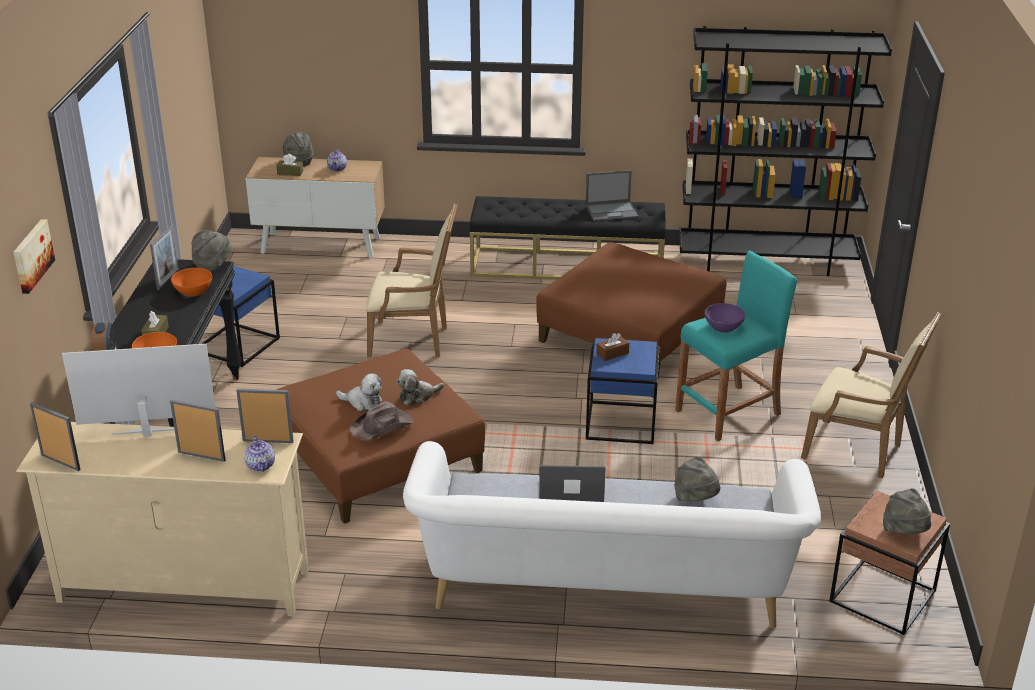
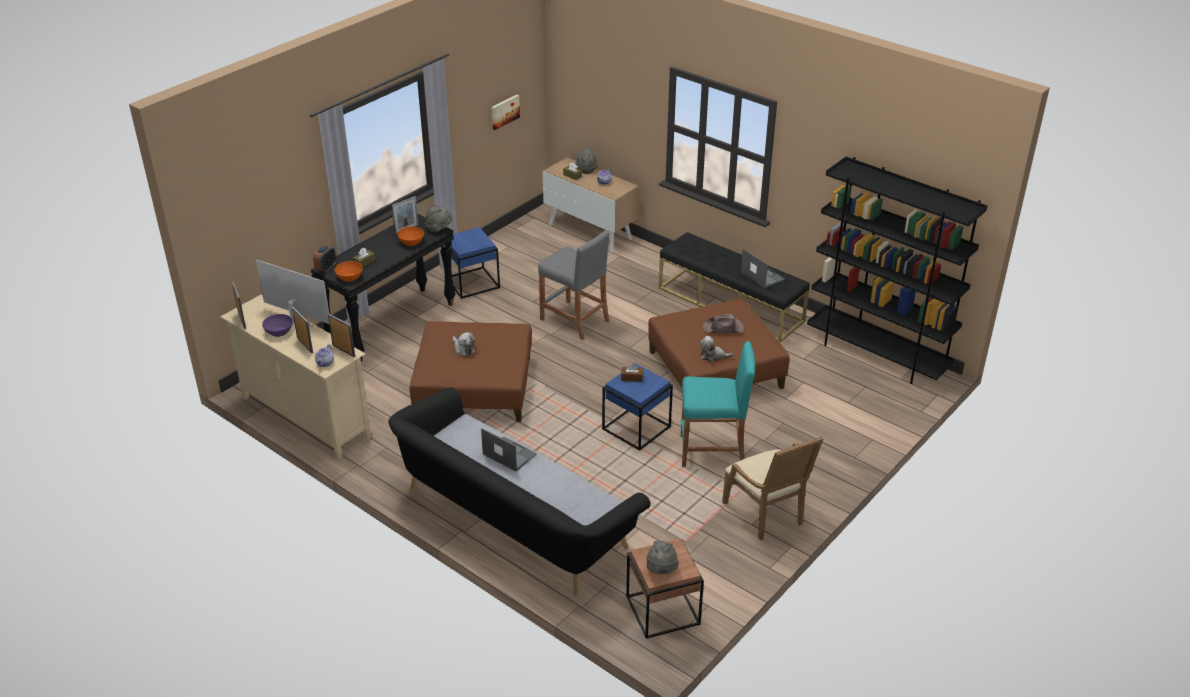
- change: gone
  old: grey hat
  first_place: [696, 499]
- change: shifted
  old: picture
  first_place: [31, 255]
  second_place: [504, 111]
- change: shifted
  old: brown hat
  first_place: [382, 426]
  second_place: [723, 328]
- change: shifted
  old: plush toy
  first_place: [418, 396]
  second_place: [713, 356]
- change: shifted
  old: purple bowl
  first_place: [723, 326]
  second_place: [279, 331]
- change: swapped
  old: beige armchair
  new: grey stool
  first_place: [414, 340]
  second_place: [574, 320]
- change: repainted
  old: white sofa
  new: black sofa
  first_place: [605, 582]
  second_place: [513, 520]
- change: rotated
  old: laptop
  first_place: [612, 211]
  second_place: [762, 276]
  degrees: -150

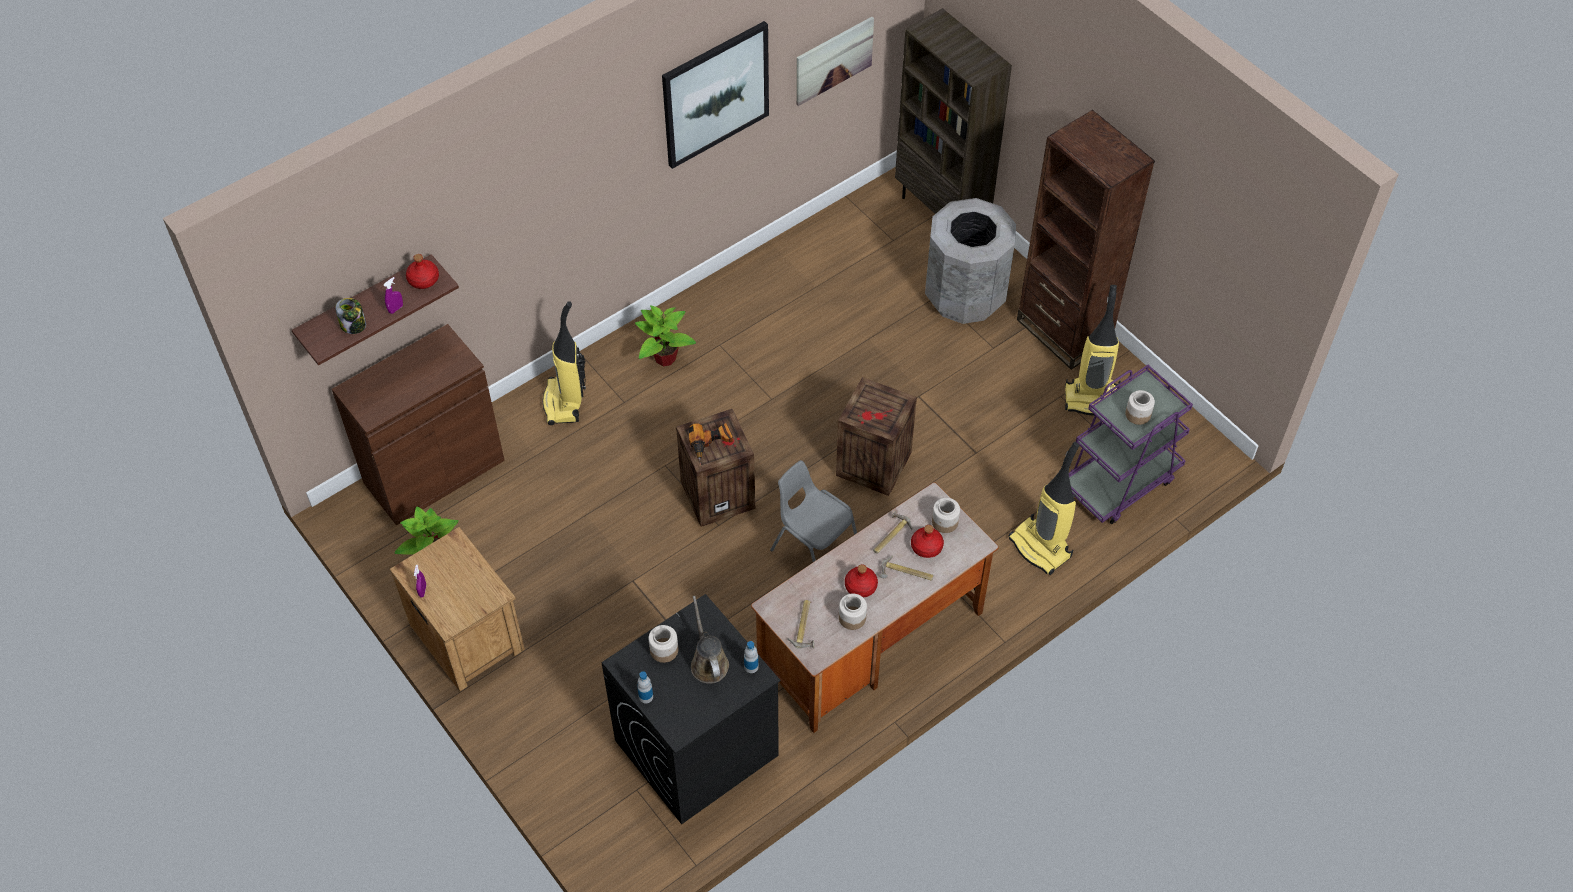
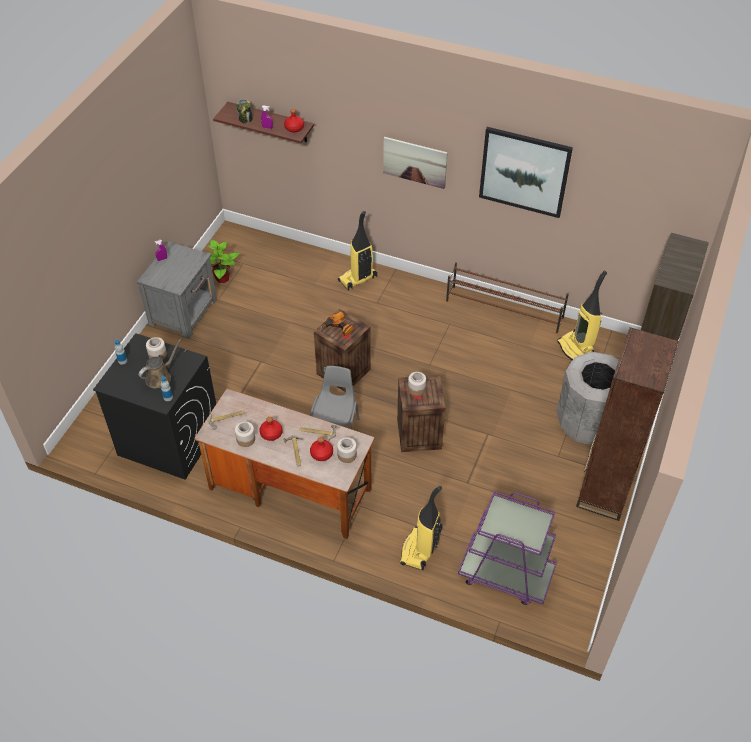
- change: gone
  old: brown cabinet
  first_place: [434, 472]
- change: gone
  old: potted plant
  first_place: [664, 358]
- change: new
  new: brown shoe rack
  second_place: [504, 309]
- change: shifted
  old: picture
  first_place: [833, 60]
  second_place: [415, 162]
- change: shifted
  old: vacuum cleaner
  first_place: [1093, 398]
  second_place: [577, 350]
- change: shifted
  old: jar
  first_place: [1137, 414]
  second_place: [416, 388]
- change: repainted
  old: brown nightstand
  new: grey nightstand
  first_place: [467, 635]
  second_place: [184, 312]

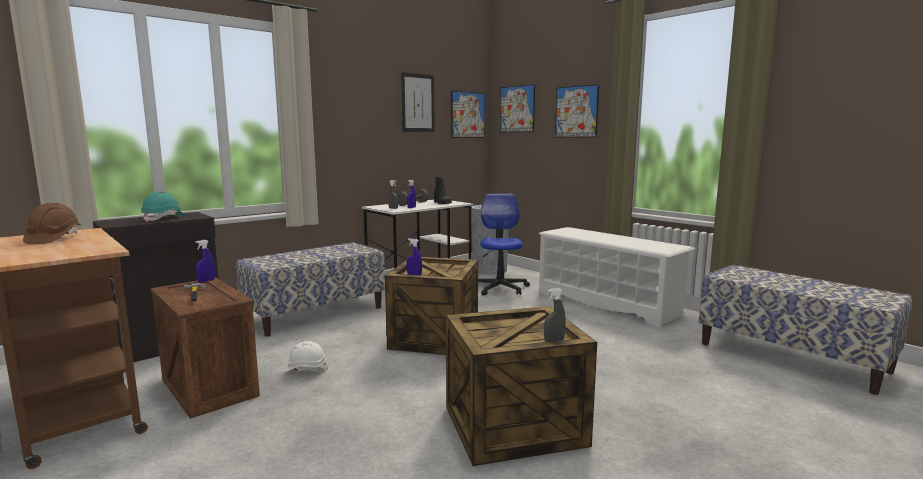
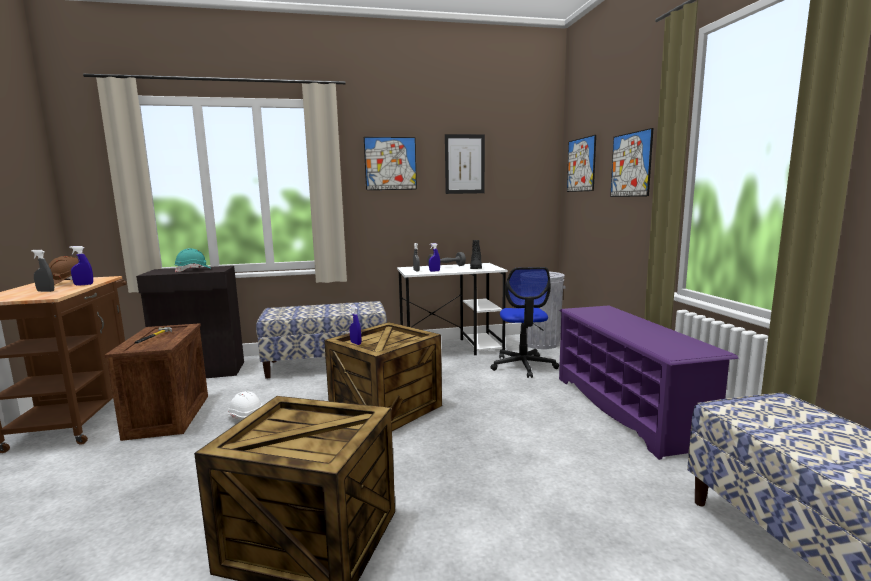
- change: shifted
  old: blue spray bottle
  first_place: [206, 281]
  second_place: [83, 285]
- change: shifted
  old: picture
  first_place: [468, 115]
  second_place: [390, 163]
- change: shifted
  old: grey spray bottle
  first_place: [554, 341]
  second_place: [45, 291]
- change: repainted
  old: white shoe rack
  new: purple shoe rack
  first_place: [607, 303]
  second_place: [627, 409]
- change: rotated
  old: office chair
  first_place: [500, 288]
  second_place: [523, 366]
  degrees: 150

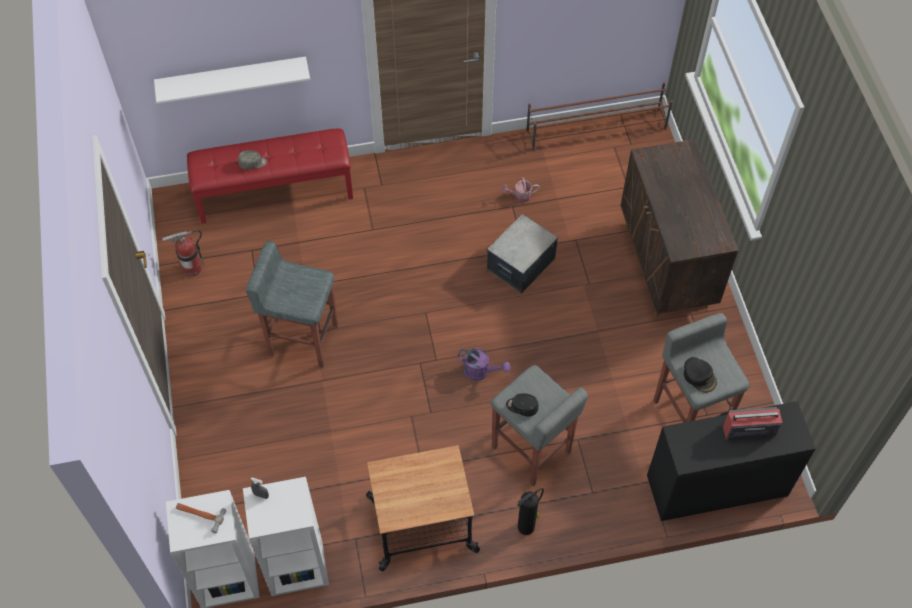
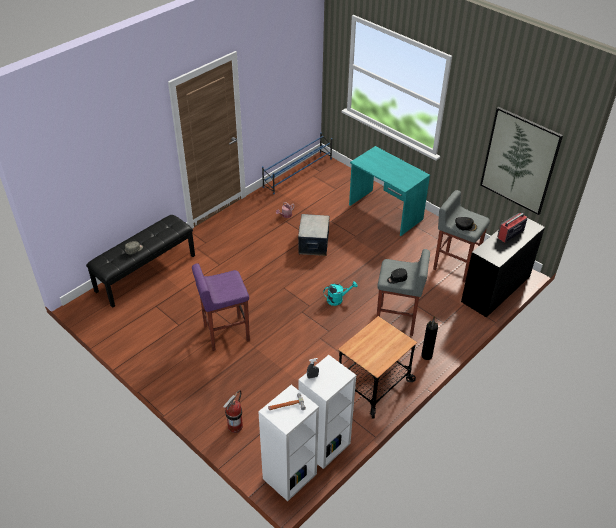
- change: gone
  old: white shelf
  first_place: [232, 78]
- change: new
  new: picture
  second_place: [519, 161]
- change: shifted
  old: fire extinguisher
  first_place: [192, 268]
  second_place: [235, 426]
- change: swapped
  old: brown cabinet
  new: turquoise desk
  first_place: [666, 267]
  second_place: [385, 212]
- change: repainted
  old: red bench
  new: black bench
  first_place: [275, 192]
  second_place: [145, 273]
- change: repainted
  old: grey stool
  new: purple stool
  first_place: [303, 339]
  second_place: [225, 333]
- change: repainted
  old: purple watering can
  new: turquoise watering can
  first_place: [481, 371]
  second_place: [338, 299]
- change: repainted
  old: brown shoe rack
  new: blue shoe rack
  first_place: [597, 130]
  second_place: [298, 172]

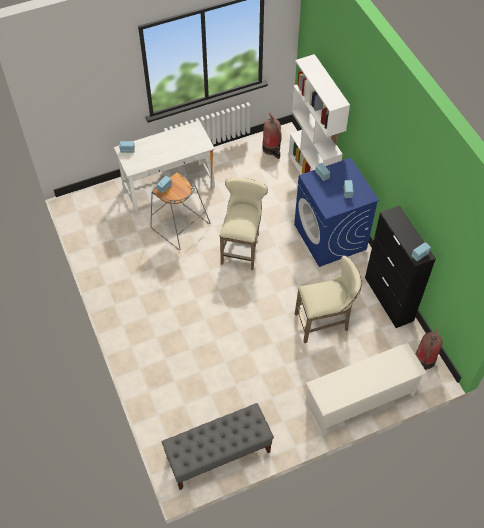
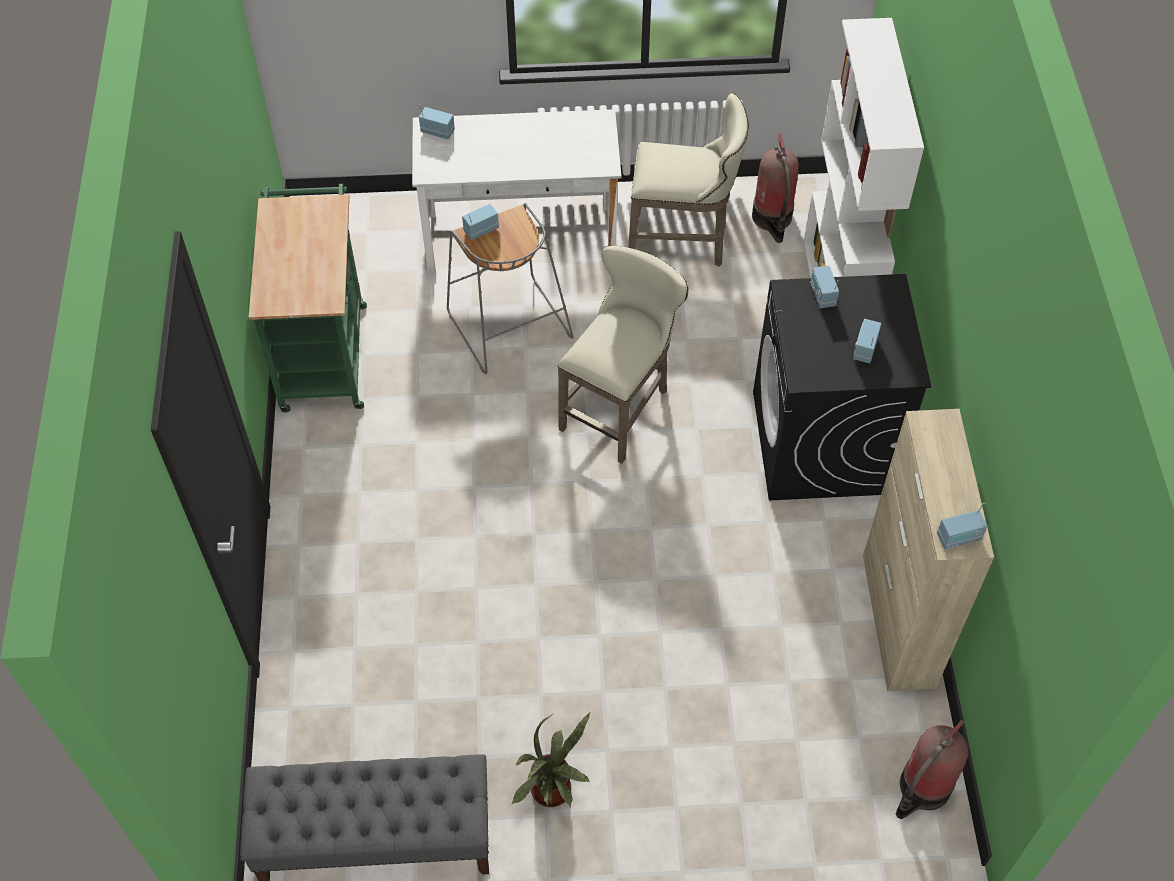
- change: gone
  old: white shoe rack
  first_place: [360, 399]
- change: new
  new: green cart
  second_place: [323, 350]
- change: new
  new: potted plant
  second_place: [554, 792]
- change: shifted
  old: beige stool
  first_place: [324, 323]
  second_place: [683, 243]
- change: repainted
  old: blue washing machine
  new: black washing machine
  first_place: [330, 237]
  second_place: [822, 443]
- change: repainted
  old: black cabinet
  new: beige cabinet
  first_place: [389, 299]
  second_place: [898, 621]

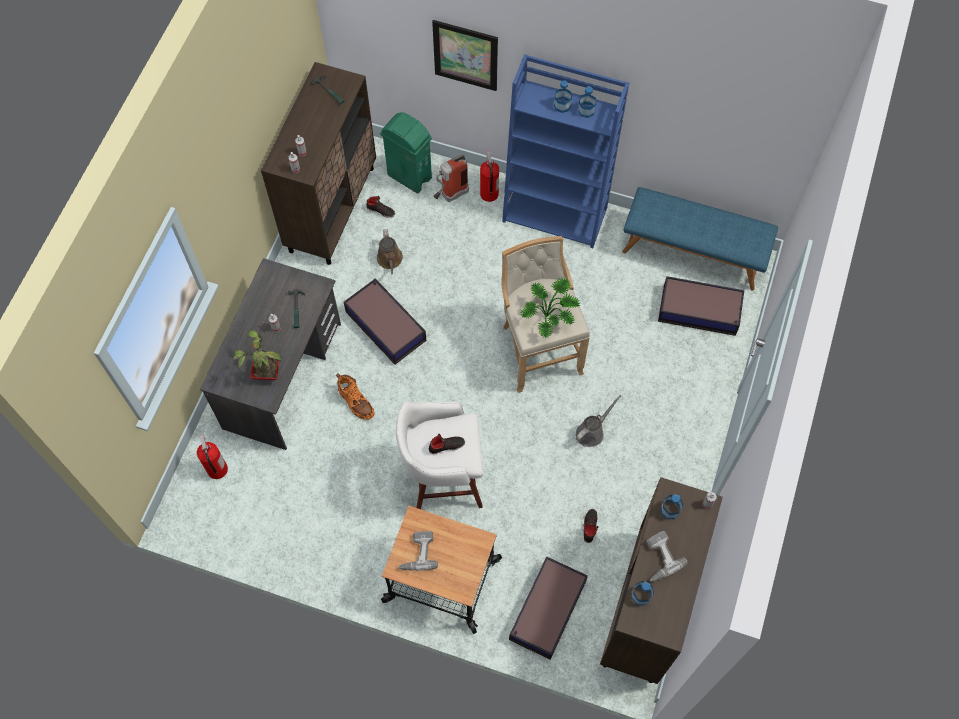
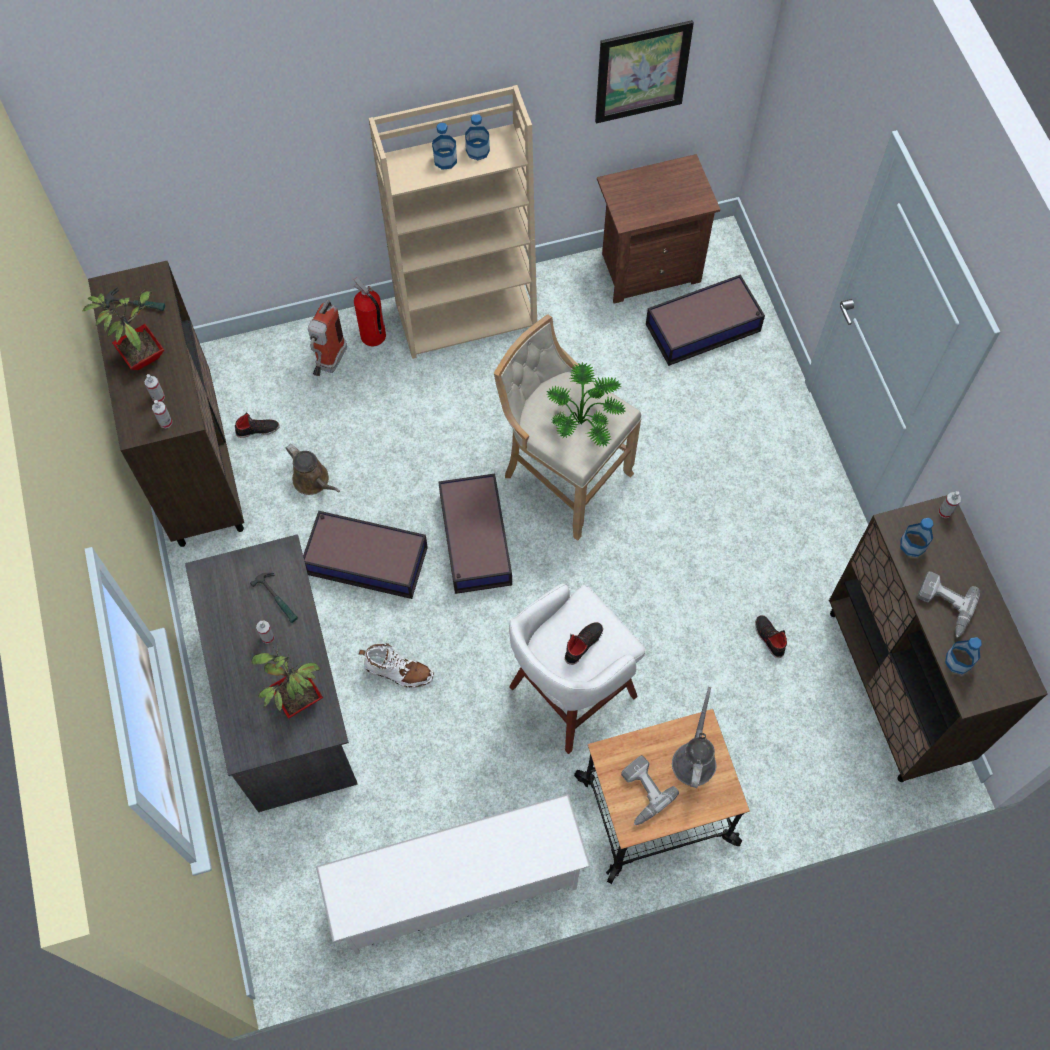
- change: gone
  old: fire extinguisher
  first_place: [217, 470]
- change: gone
  old: green trash can
  first_place: [409, 176]
- change: new
  new: potted plant
  second_place: [142, 355]
- change: new
  new: white shoe rack
  second_place: [458, 890]
- change: shifted
  old: picture
  first_place: [465, 55]
  second_place: [642, 72]
- change: shifted
  old: storage box
  first_place: [546, 611]
  second_place: [475, 541]
- change: shifted
  old: grey watering can
  first_place: [592, 432]
  second_place: [694, 759]
- change: swapped
  old: blue bench
  new: brown nightstand
  first_place: [693, 252]
  second_place: [648, 267]
- change: repainted
  old: orange boot
  new: white boot
  first_place: [355, 402]
  second_place: [398, 672]
- change: repainted
  old: blue bookcase
  new: beige bookcase
  first_place: [556, 214]
  second_place: [467, 314]

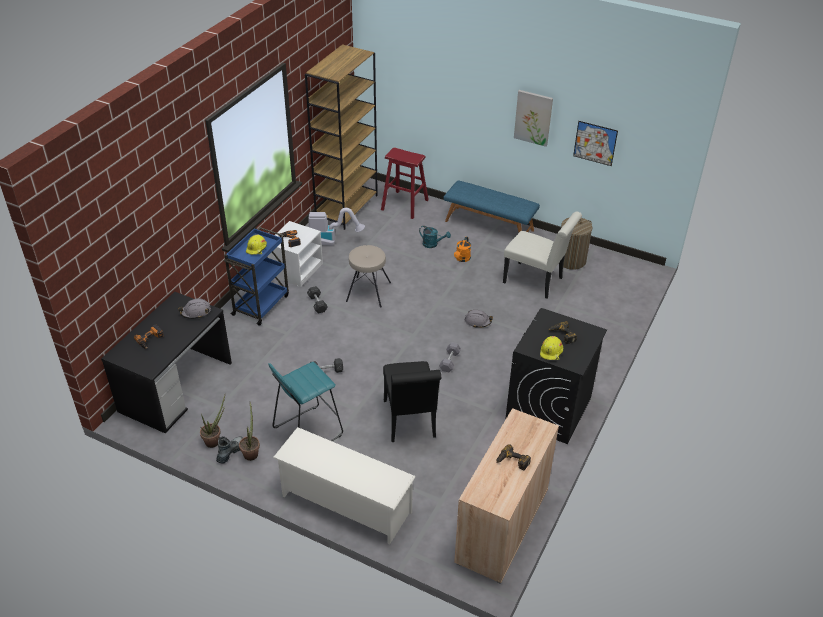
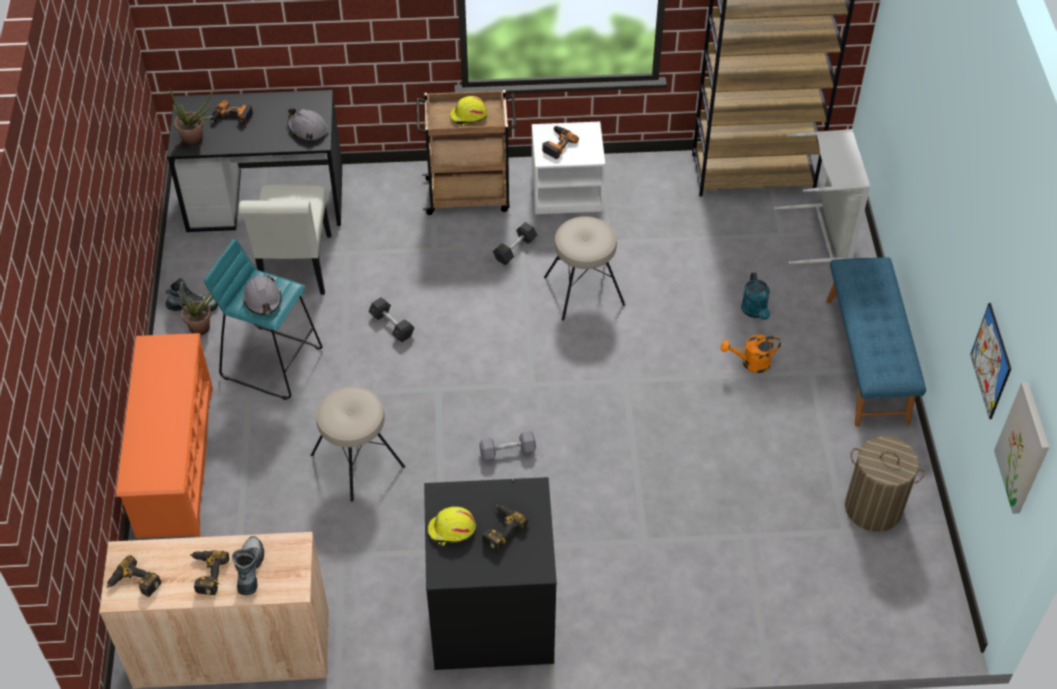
- change: gone
  old: vacuum cleaner
  first_place: [332, 241]
- change: new
  new: power drill
  second_place: [133, 584]
- change: new
  new: boot
  second_place: [250, 569]
- change: shifted
  old: potted plant
  first_place: [215, 440]
  second_place: [197, 140]
- change: shifted
  old: grey hard hat
  first_place: [477, 321]
  second_place: [263, 299]
- change: shifted
  old: white chair
  first_place: [536, 282]
  second_place: [295, 270]
- change: shifted
  old: picture
  first_place: [533, 117]
  second_place: [1024, 448]
- change: swapped
  old: red stool
  new: grey laundry basket
  first_place: [405, 204]
  second_place: [823, 233]
- change: swapped
  old: black chair
  new: beige stool
  first_place: [410, 422]
  second_place: [357, 461]
- change: repainted
  old: blue cart
  new: brown cart
  first_place: [261, 304]
  second_place: [469, 195]
- change: repainted
  old: white shoe rack
  new: orange shoe rack
  first_place: [345, 504]
  second_place: [175, 461]

